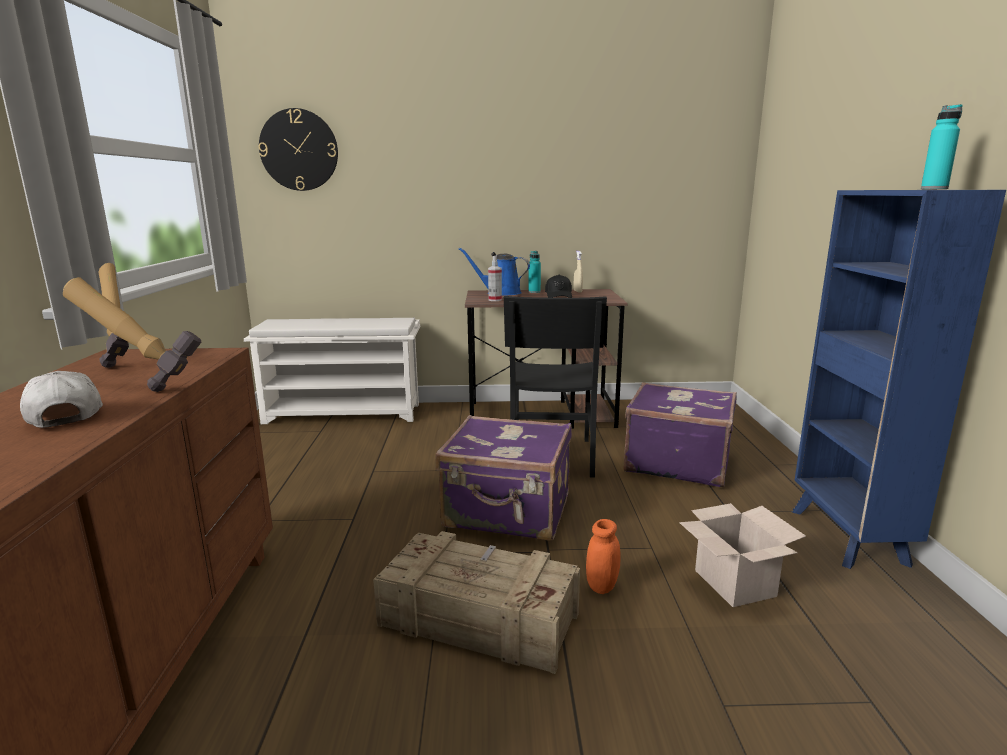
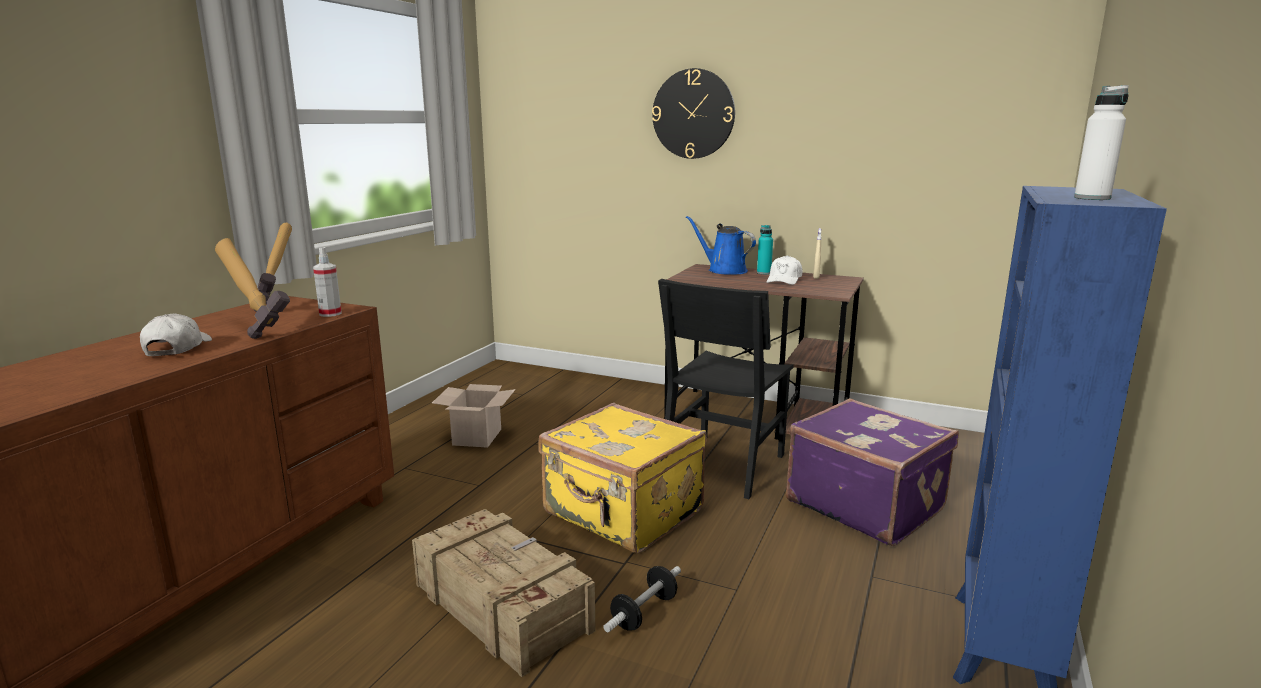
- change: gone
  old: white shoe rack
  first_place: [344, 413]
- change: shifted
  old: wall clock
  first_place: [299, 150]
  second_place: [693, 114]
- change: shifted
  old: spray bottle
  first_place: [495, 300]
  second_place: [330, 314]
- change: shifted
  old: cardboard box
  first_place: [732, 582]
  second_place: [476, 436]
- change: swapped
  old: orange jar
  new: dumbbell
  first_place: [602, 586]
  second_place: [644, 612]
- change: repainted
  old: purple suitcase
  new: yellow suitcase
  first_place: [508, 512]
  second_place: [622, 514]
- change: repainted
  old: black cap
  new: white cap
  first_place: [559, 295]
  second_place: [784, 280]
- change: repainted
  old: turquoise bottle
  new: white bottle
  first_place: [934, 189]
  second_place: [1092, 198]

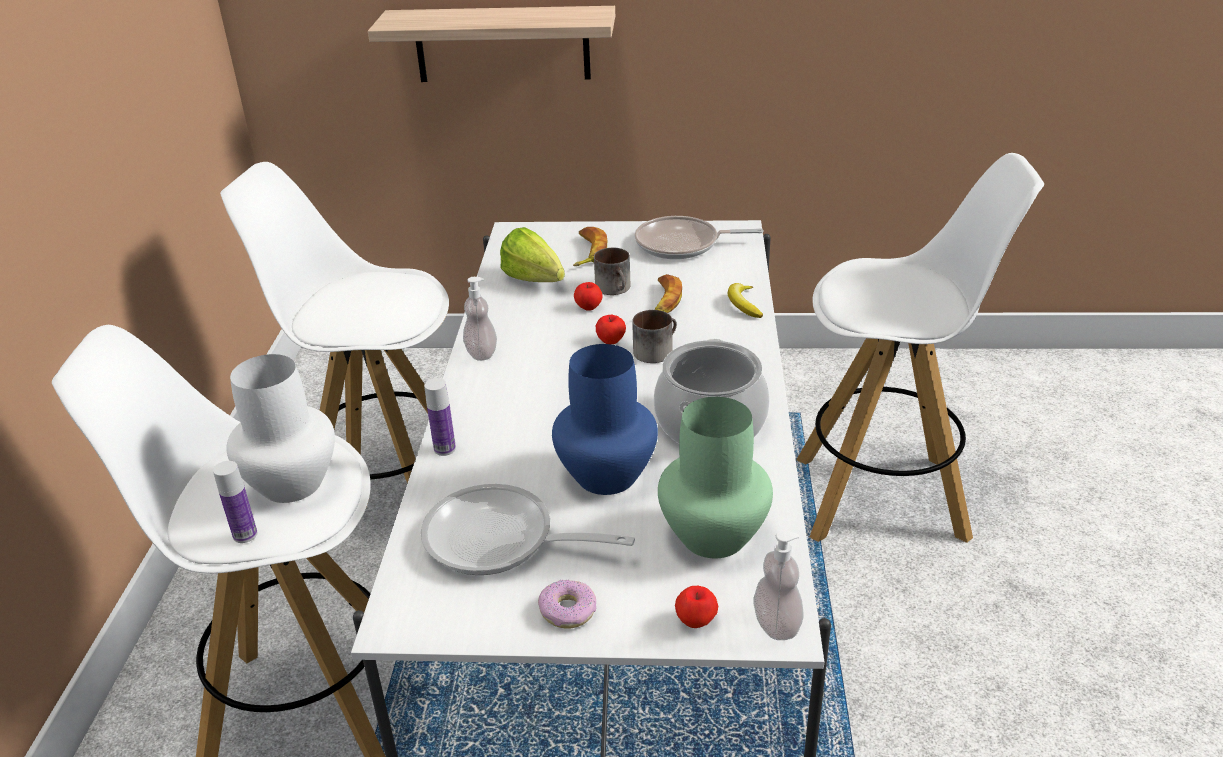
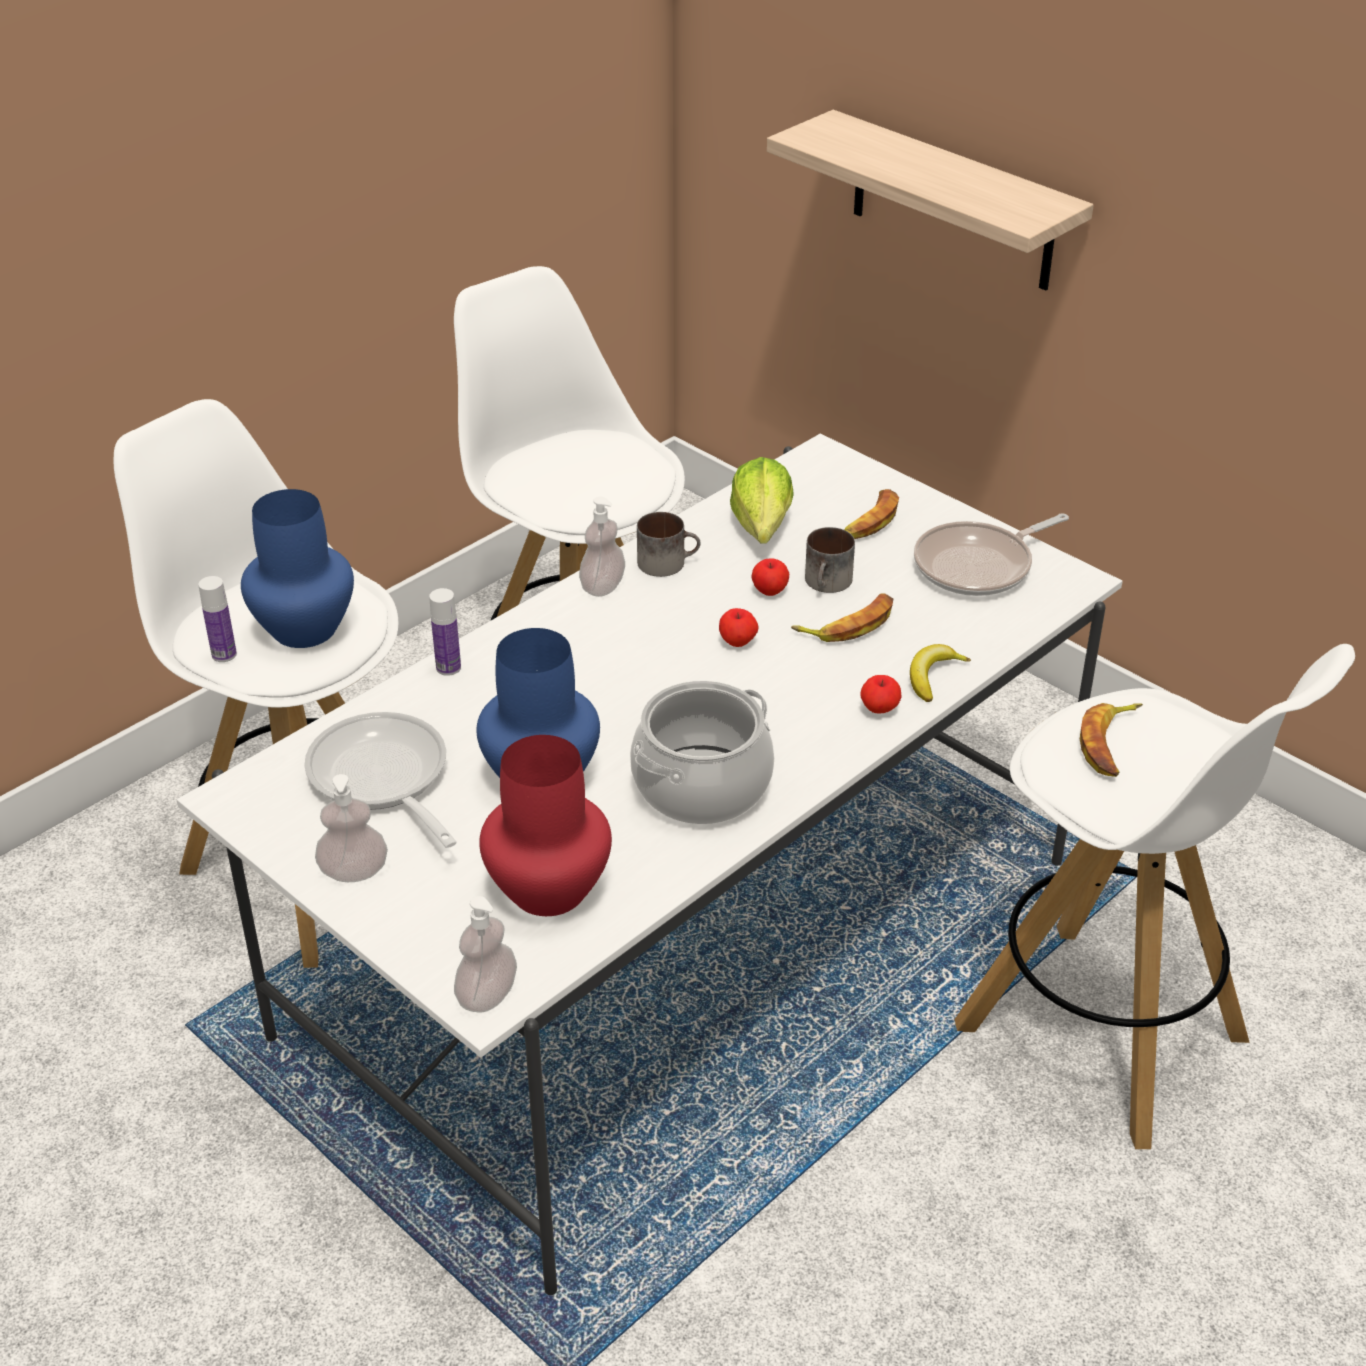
- change: new
  new: banana
  second_place: [1110, 744]
- change: shifted
  old: mug
  first_place: [655, 350]
  second_place: [667, 562]
- change: shifted
  old: apple
  first_place: [696, 621]
  second_place: [879, 709]
- change: swapped
  old: donut
  new: soap dispenser
  first_place: [568, 610]
  second_place: [354, 872]
- change: repainted
  old: white vase
  new: blue vase
  first_place: [292, 482]
  second_place: [306, 628]
- change: repainted
  old: green vase
  new: red vase
  first_place: [713, 535]
  second_place: [550, 888]
- change: rotated
  old: frying pan
  first_place: [682, 245]
  second_place: [978, 566]
  degrees: -75

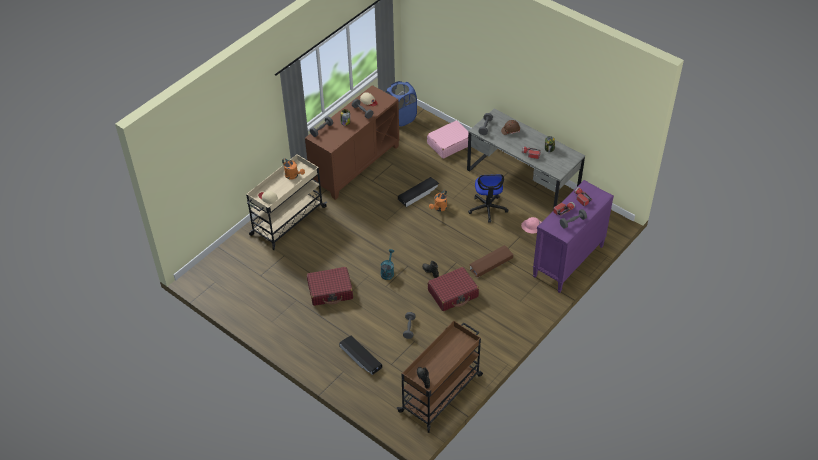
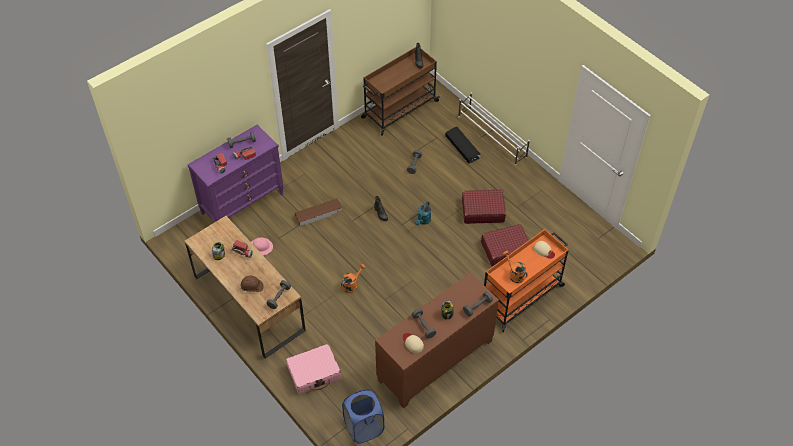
- change: gone
  old: black storage box
  first_place: [418, 193]
- change: gone
  old: office chair
  first_place: [487, 208]
- change: new
  new: white shoe rack
  second_place: [492, 137]
- change: shifted
  old: red suitcase
  first_place: [453, 293]
  second_place: [505, 249]
- change: repainted
  old: beige cart
  new: orange cart
  first_place: [287, 221]
  second_place: [521, 296]
- change: repainted
  old: grey desk
  new: brown desk
  first_place: [522, 182]
  second_place: [249, 303]

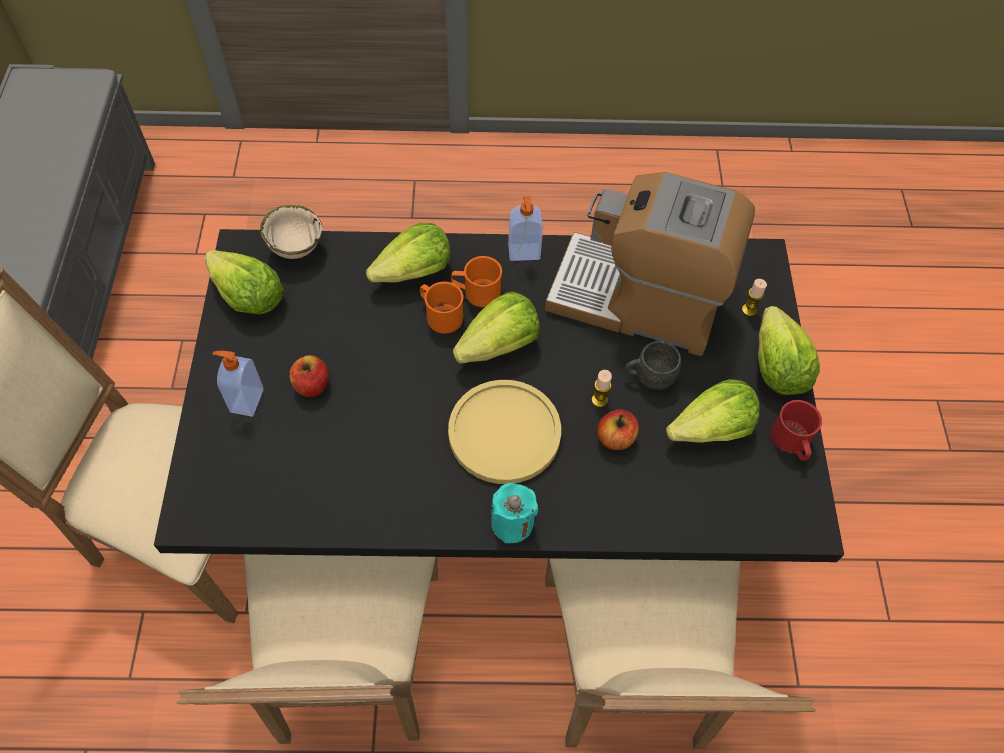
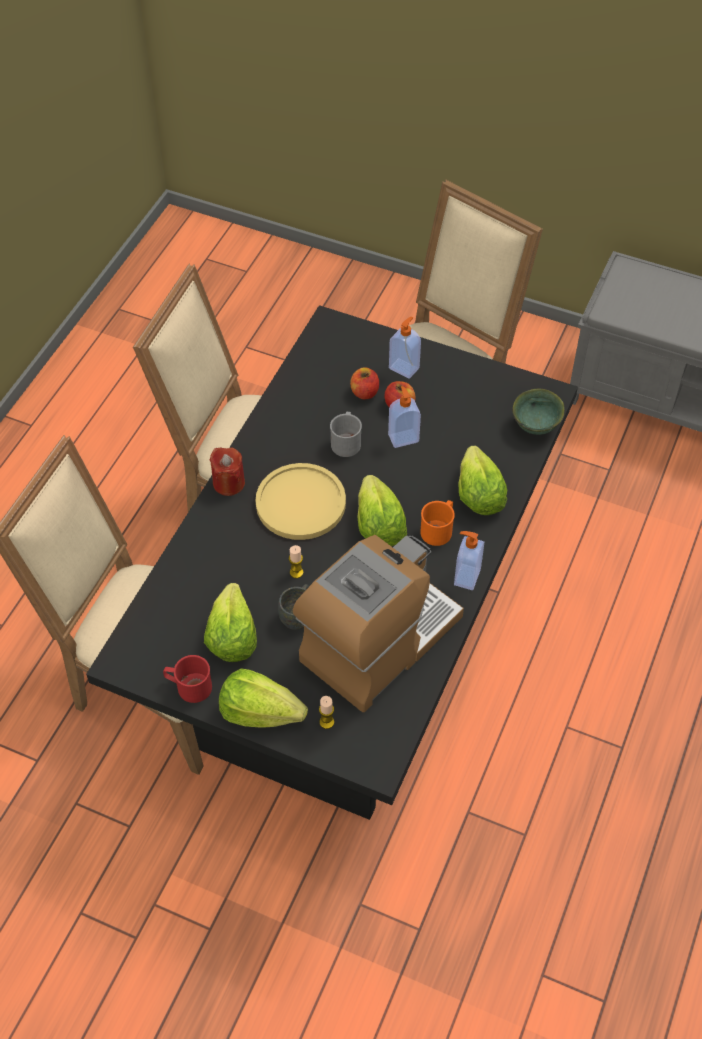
- change: gone
  old: lettuce
  first_place: [247, 296]
- change: gone
  old: orange mug
  first_place: [440, 315]
- change: new
  new: grey mug
  second_place: [346, 441]
- change: new
  new: soap dispenser
  second_place: [403, 437]
- change: shifted
  old: apple
  first_place: [616, 438]
  second_place: [364, 392]
- change: repainted
  old: beige bowl
  new: green bowl
  first_place: [296, 248]
  second_place: [537, 427]
- change: repainted
  old: turquoise candle
  new: red candle
  first_place: [512, 523]
  second_place: [228, 483]

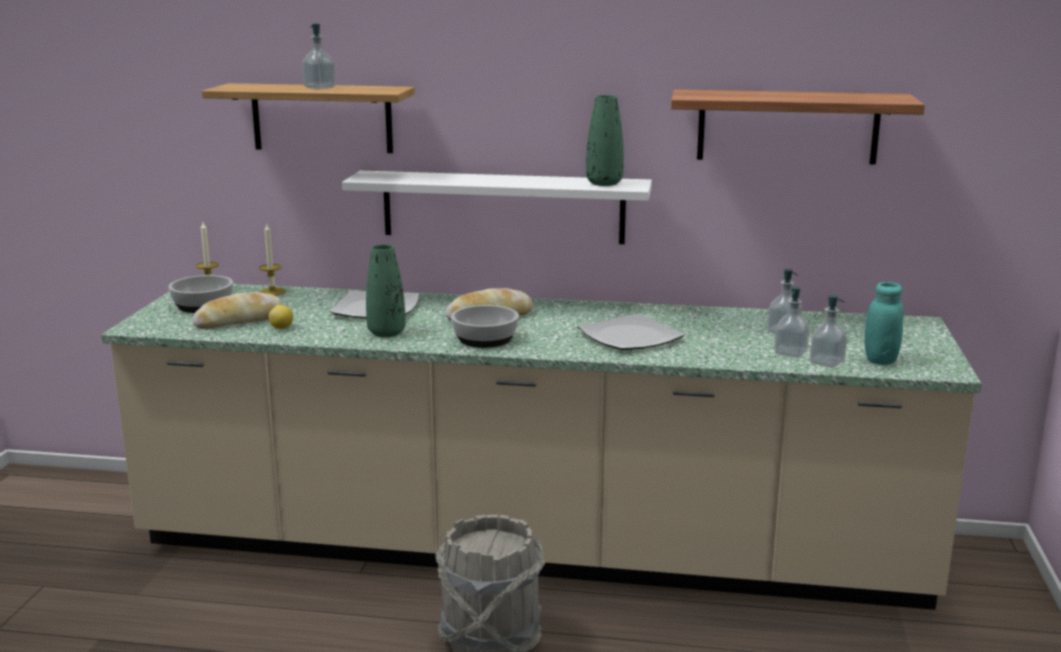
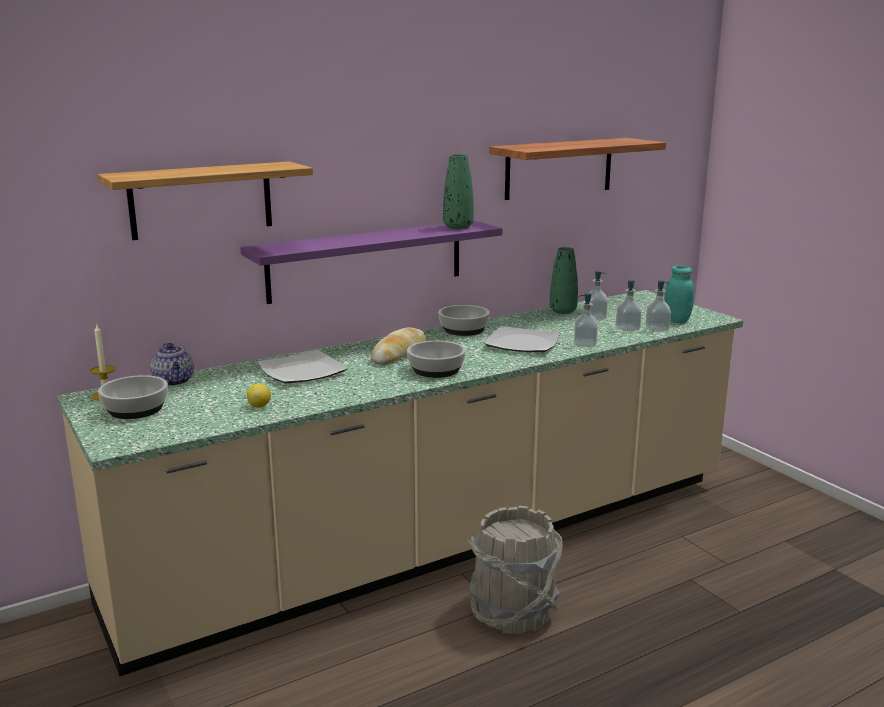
- change: gone
  old: bread
  first_place: [240, 321]
- change: new
  new: bowl
  second_place: [464, 330]
- change: shifted
  old: soap dispenser
  first_place: [319, 88]
  second_place: [585, 344]
- change: shifted
  old: green vase
  first_place: [386, 333]
  second_place: [563, 311]
- change: swapped
  old: candle
  new: teapot
  first_place: [272, 292]
  second_place: [174, 381]
- change: repainted
  old: white shelf
  new: purple shelf
  first_place: [503, 207]
  second_place: [367, 260]

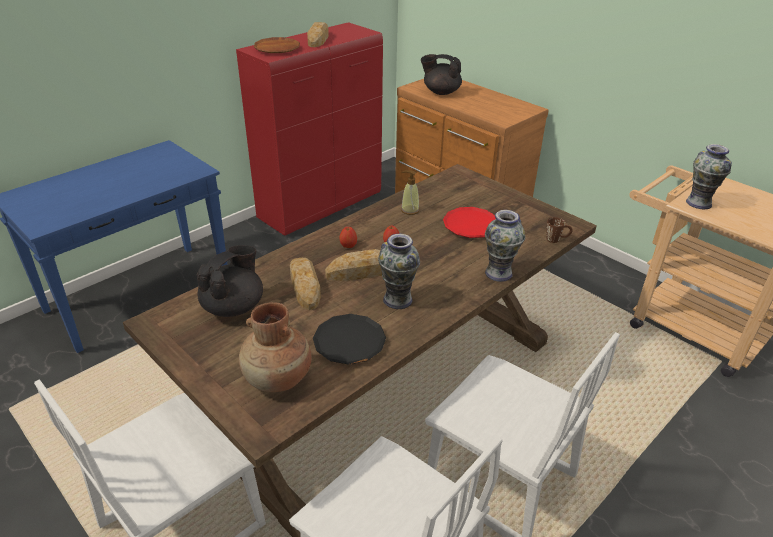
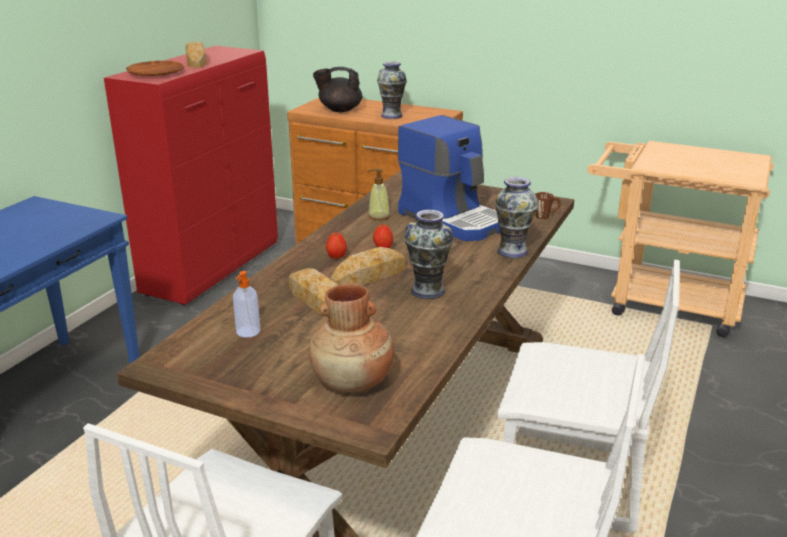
- change: gone
  old: black plate
  first_place: [349, 343]
- change: shifted
  old: vase
  first_place: [699, 203]
  second_place: [392, 116]
- change: swapped
  old: black teapot
  new: soap dispenser
  first_place: [234, 307]
  second_place: [247, 332]
- change: swapped
  old: red plate
  new: coffee machine
  first_place: [470, 226]
  second_place: [453, 219]

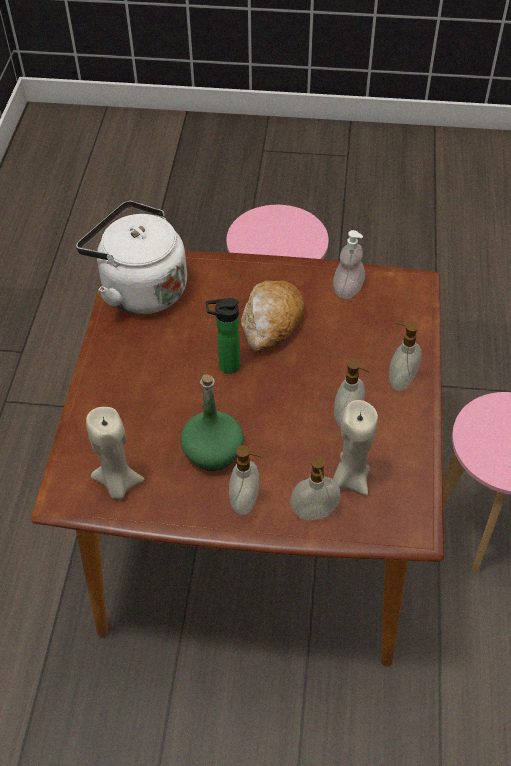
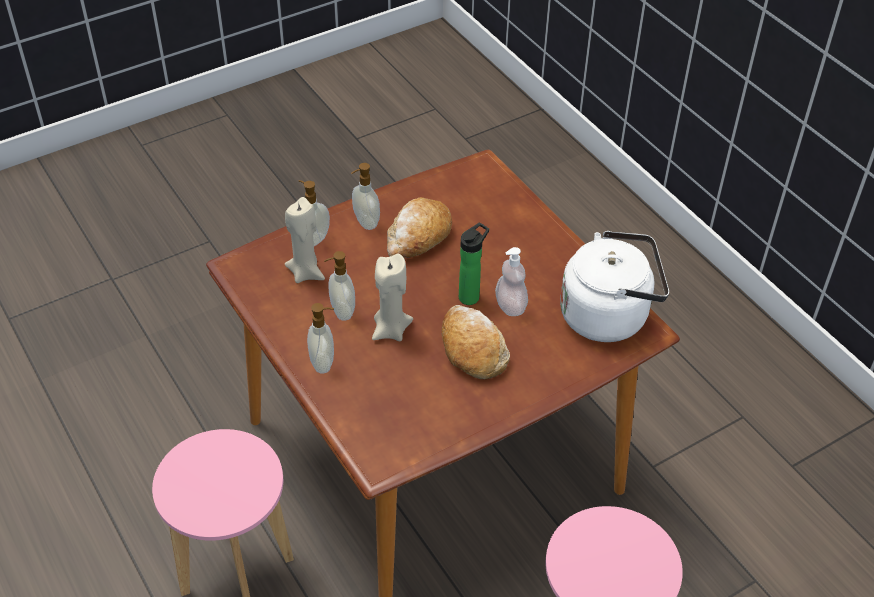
- change: shifted
  old: beige candle
  first_place: [118, 483]
  second_place: [390, 330]
- change: shifted
  old: soap dispenser
  first_place: [347, 289]
  second_place: [510, 306]
- change: swapped
  old: green bottle
  new: bread
  first_place: [213, 451]
  second_place: [418, 237]

